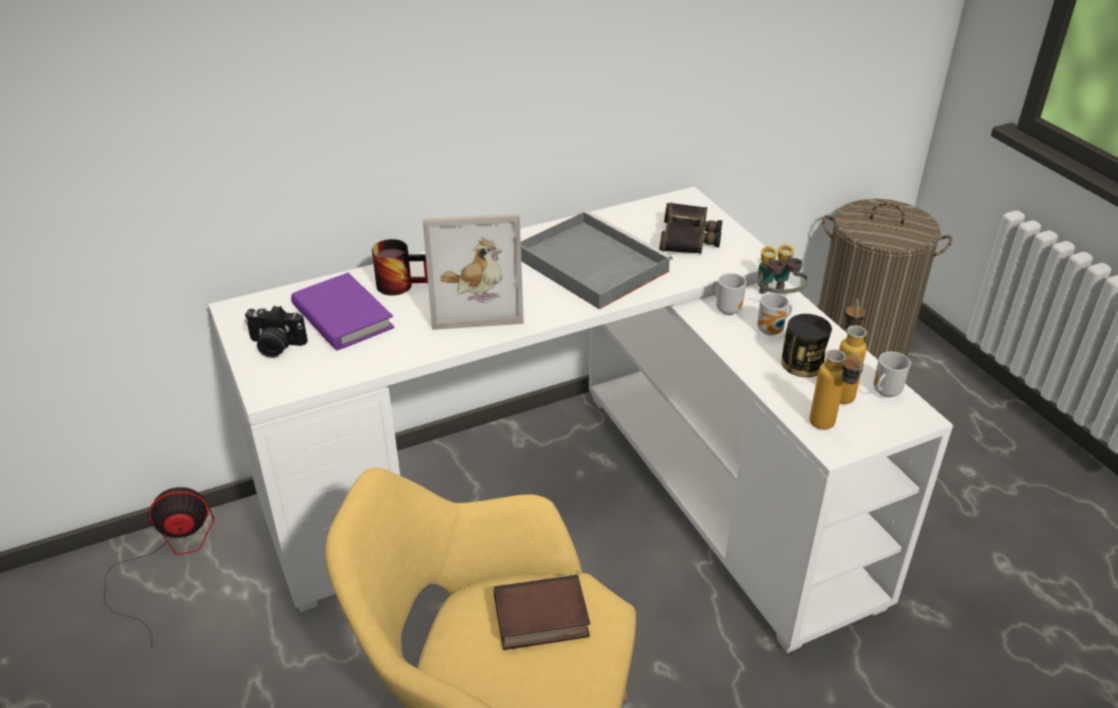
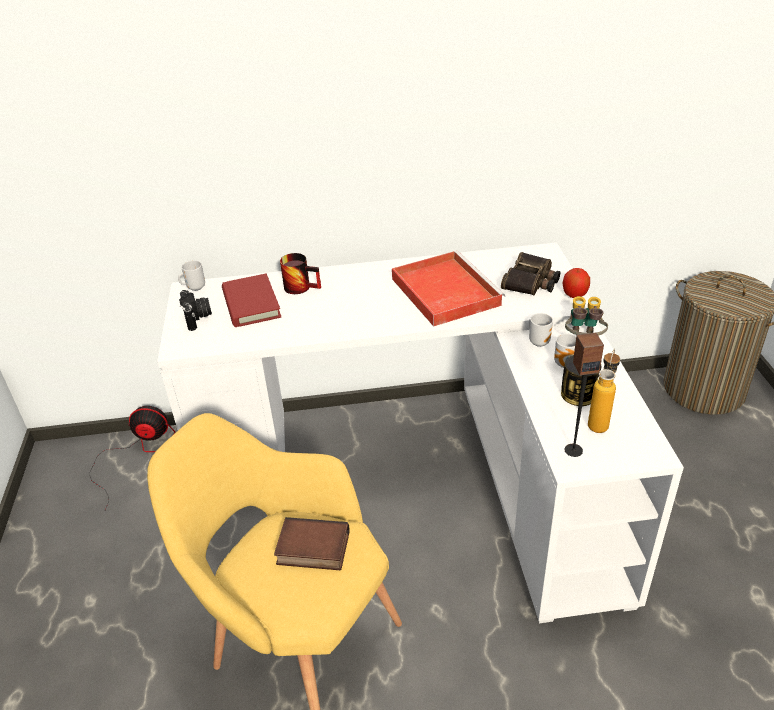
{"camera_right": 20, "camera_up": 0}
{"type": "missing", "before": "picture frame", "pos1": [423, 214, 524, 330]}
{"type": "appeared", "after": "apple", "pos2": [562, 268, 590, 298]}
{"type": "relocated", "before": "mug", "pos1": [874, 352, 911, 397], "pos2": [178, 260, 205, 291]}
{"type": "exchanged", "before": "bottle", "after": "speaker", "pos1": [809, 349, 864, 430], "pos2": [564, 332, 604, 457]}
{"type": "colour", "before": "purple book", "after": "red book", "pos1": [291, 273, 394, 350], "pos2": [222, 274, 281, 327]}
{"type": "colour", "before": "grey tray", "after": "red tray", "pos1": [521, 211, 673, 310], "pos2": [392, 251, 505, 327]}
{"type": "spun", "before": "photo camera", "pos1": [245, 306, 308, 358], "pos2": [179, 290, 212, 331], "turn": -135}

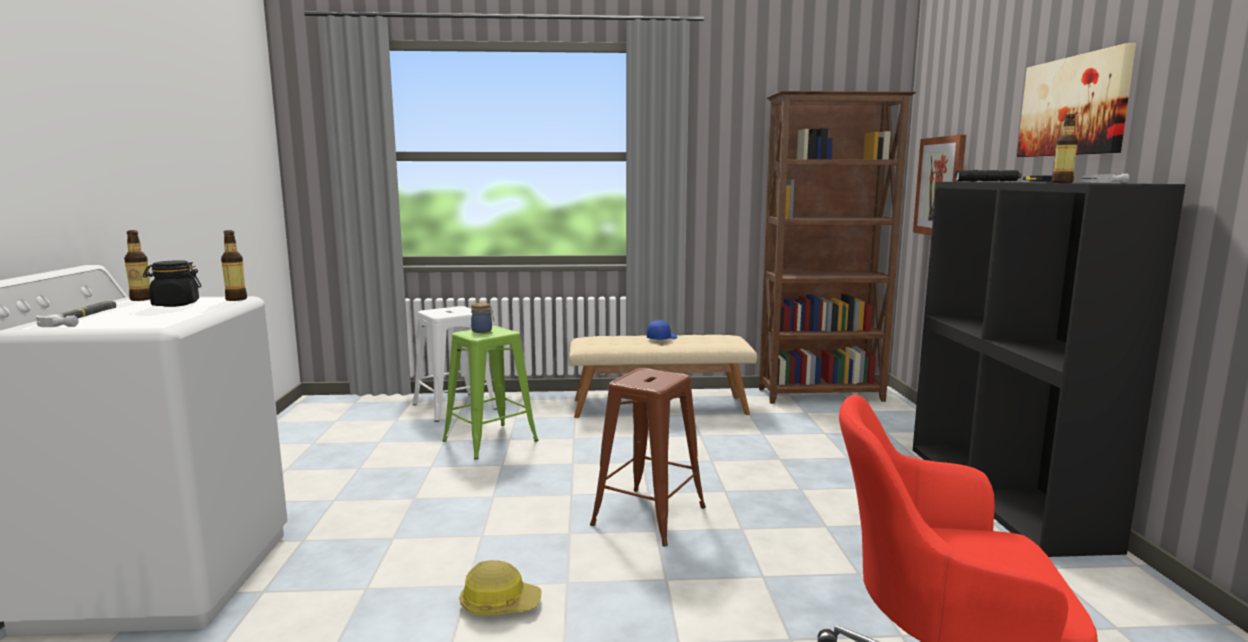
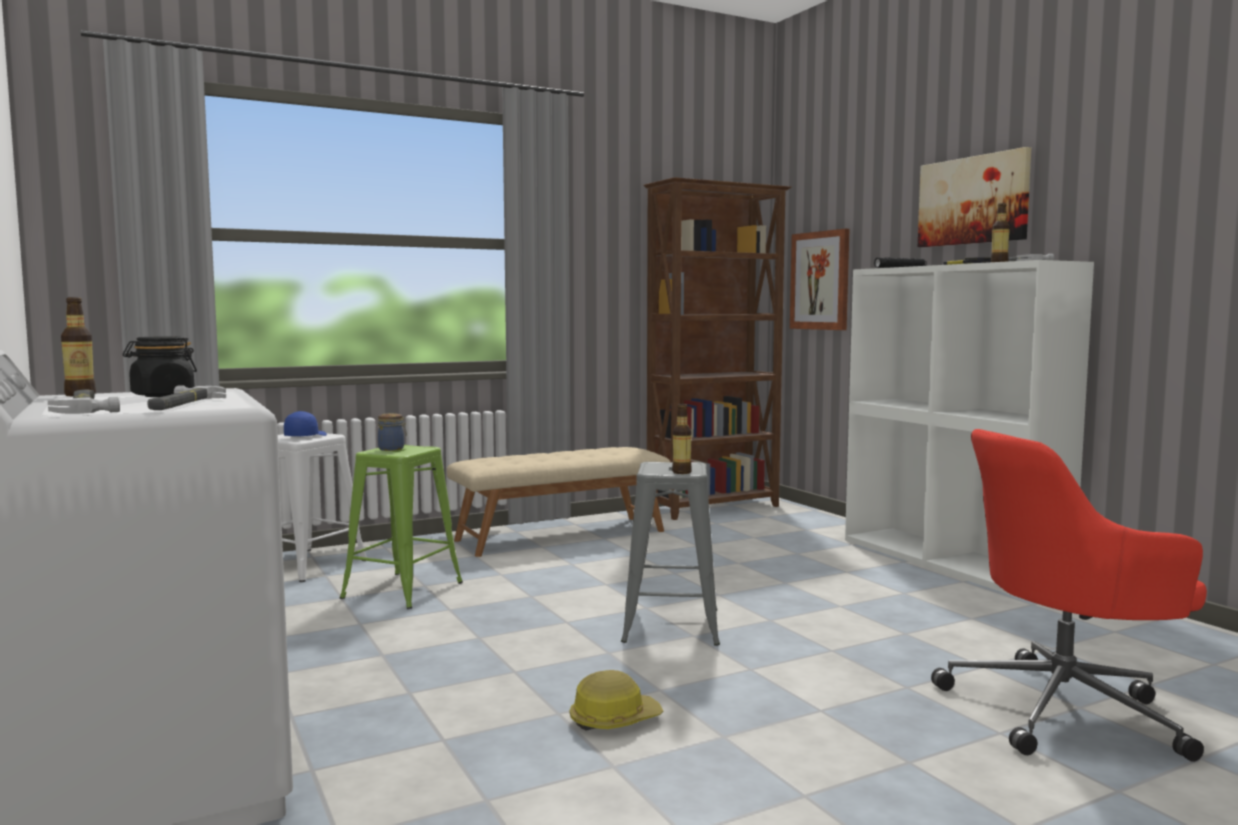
{"camera_right": -25, "camera_up": -5}
{"type": "appeared", "after": "hammer", "pos2": [147, 386, 226, 410]}
{"type": "relocated", "before": "bottle", "pos1": [221, 230, 247, 301], "pos2": [672, 404, 692, 474]}
{"type": "relocated", "before": "blue cap", "pos1": [647, 320, 677, 340], "pos2": [284, 411, 327, 436]}
{"type": "colour", "before": "brown stool", "after": "grey stool", "pos1": [590, 368, 706, 547], "pos2": [621, 462, 720, 646]}
{"type": "colour", "before": "black bookcase", "after": "white bookcase", "pos1": [913, 182, 1186, 557], "pos2": [845, 260, 1094, 598]}

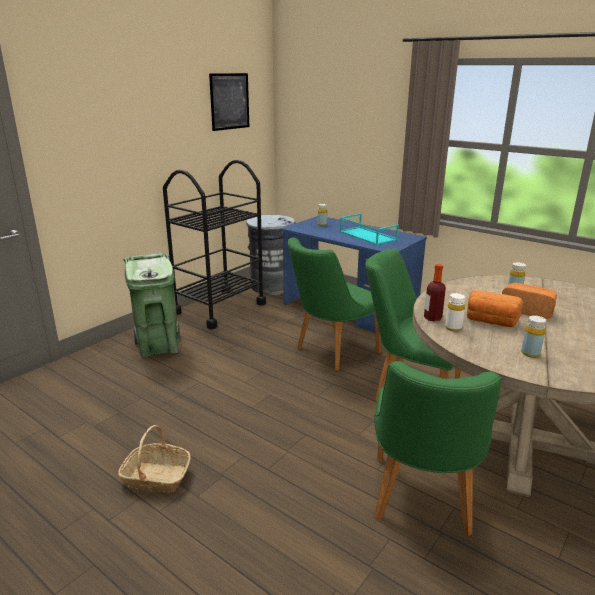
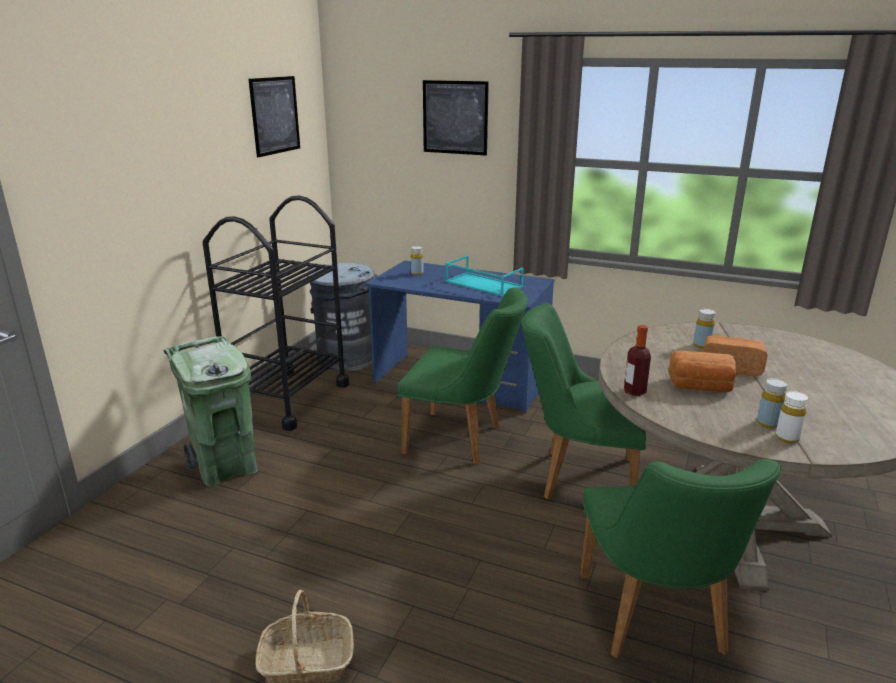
{"camera_right": -15, "camera_up": 0}
{"type": "appeared", "after": "picture", "pos2": [423, 80, 489, 155]}
{"type": "relocated", "before": "white bottle", "pos1": [445, 293, 465, 332], "pos2": [776, 391, 808, 443]}
{"type": "spun", "before": "green chair", "pos1": [288, 237, 382, 370], "pos2": [398, 287, 528, 465], "turn": -105}

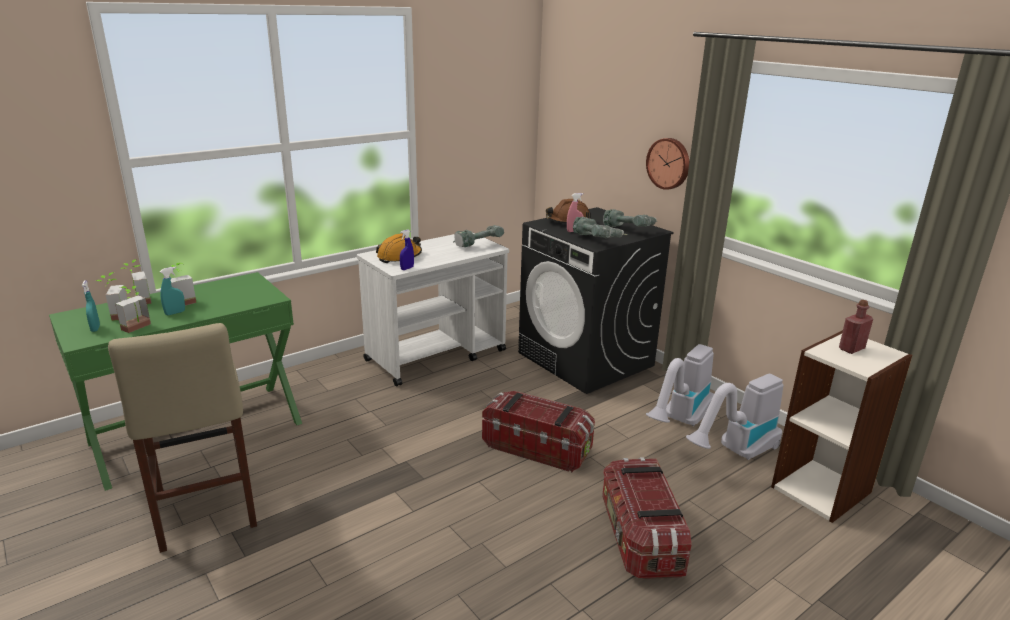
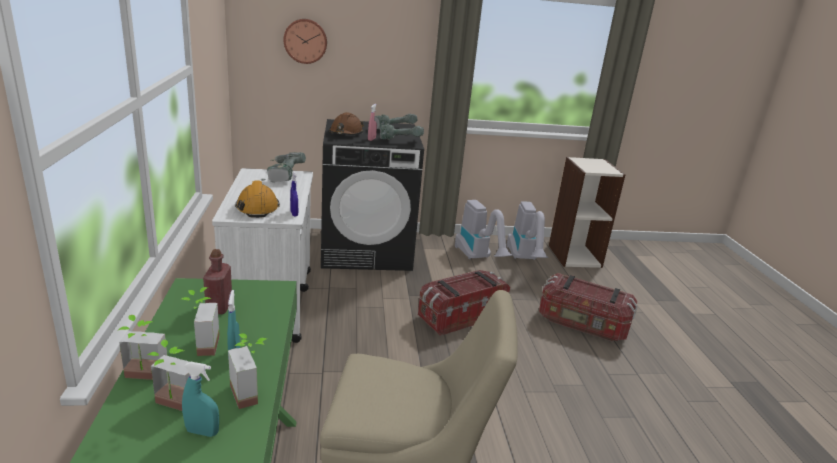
{"camera_right": -60, "camera_up": 0}
{"type": "relocated", "before": "wall clock", "pos1": [646, 138, 689, 190], "pos2": [284, 19, 327, 64]}
{"type": "relocated", "before": "red bottle", "pos1": [839, 300, 873, 354], "pos2": [203, 249, 232, 314]}

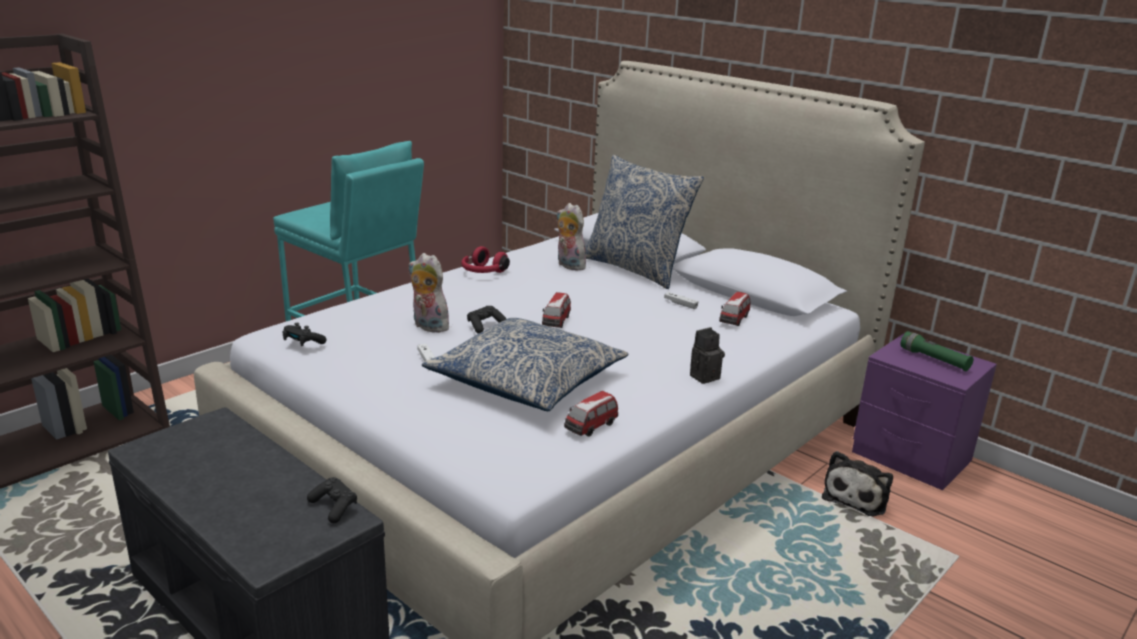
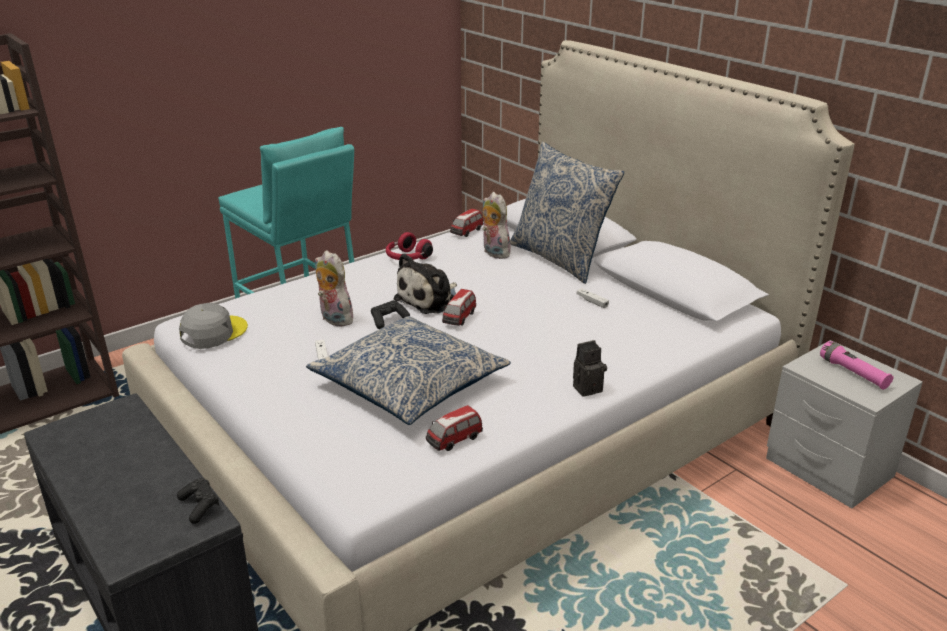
{"camera_right": 10, "camera_up": 5}
{"type": "relocated", "before": "toy car", "pos1": [719, 292, 751, 326], "pos2": [450, 208, 483, 237]}
{"type": "relocated", "before": "plush toy", "pos1": [822, 451, 893, 516], "pos2": [393, 253, 457, 314]}
{"type": "exchanged", "before": "black game controller", "after": "grey cap", "pos1": [282, 323, 327, 346], "pos2": [179, 303, 248, 349]}
{"type": "colour", "before": "purple nightstand", "after": "grey nightstand", "pos1": [852, 334, 997, 490], "pos2": [766, 340, 923, 508]}
{"type": "colour", "before": "green flashlight", "after": "pink flashlight", "pos1": [900, 331, 974, 371], "pos2": [820, 341, 894, 390]}

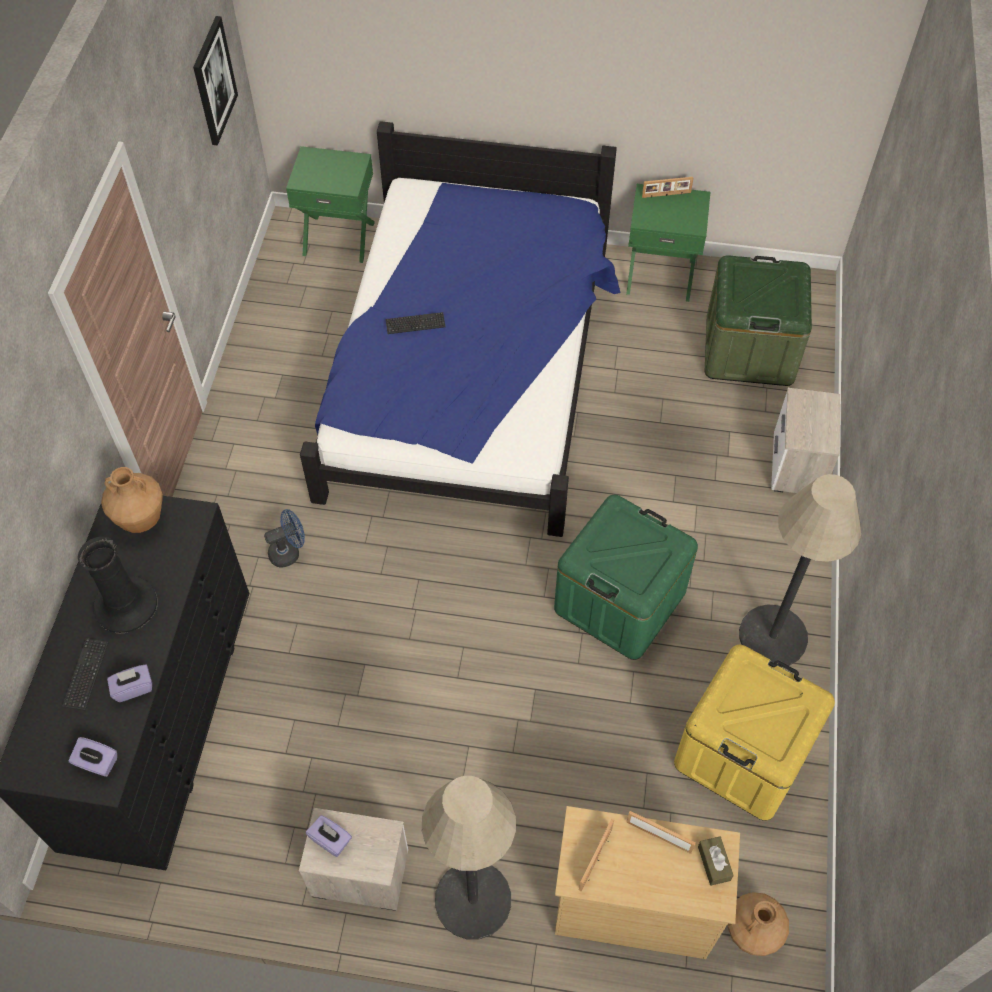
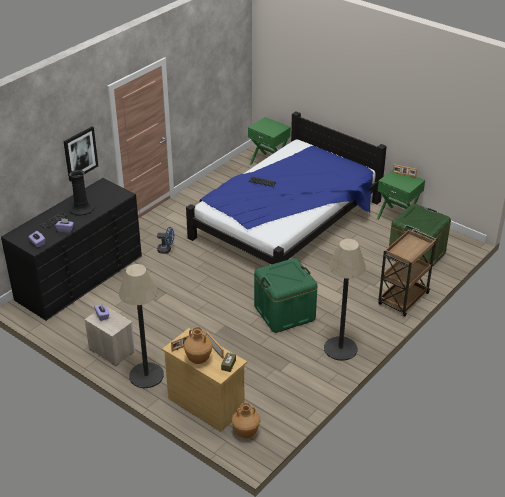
{"camera_right": 30, "camera_up": -20}
{"type": "missing", "before": "yellow storage box", "pos1": [674, 645, 835, 821]}
{"type": "relocated", "before": "brown vase", "pos1": [101, 467, 163, 533], "pos2": [183, 327, 213, 364]}
{"type": "relocated", "before": "picture", "pos1": [193, 16, 238, 145], "pos2": [63, 127, 98, 182]}
{"type": "exchanged", "before": "nightstand", "after": "brown cart", "pos1": [771, 388, 840, 493], "pos2": [378, 229, 436, 317]}

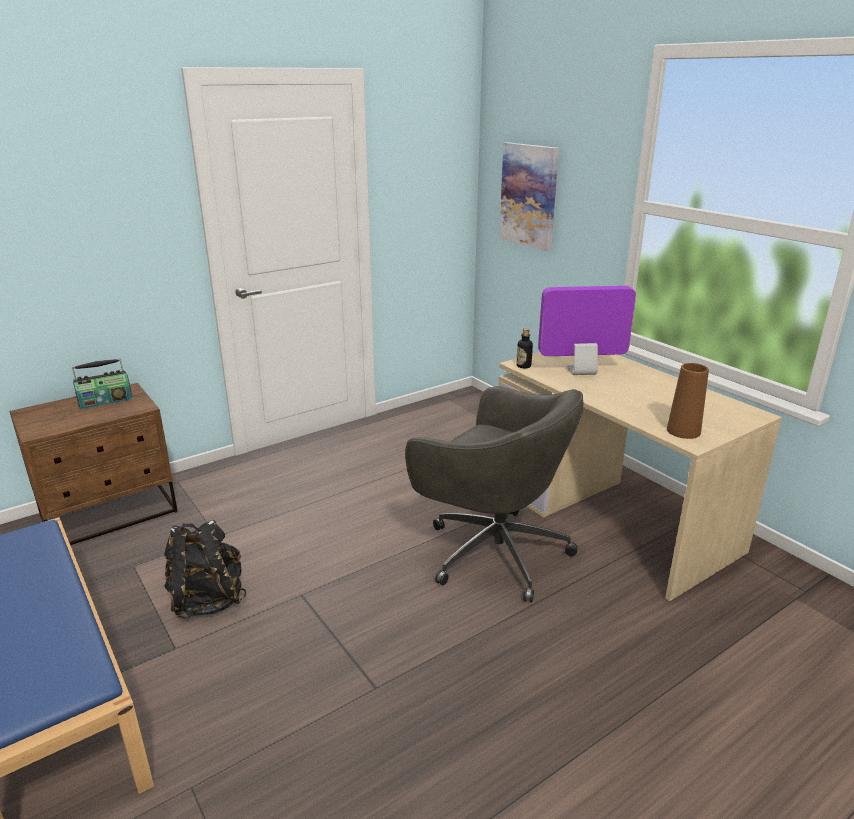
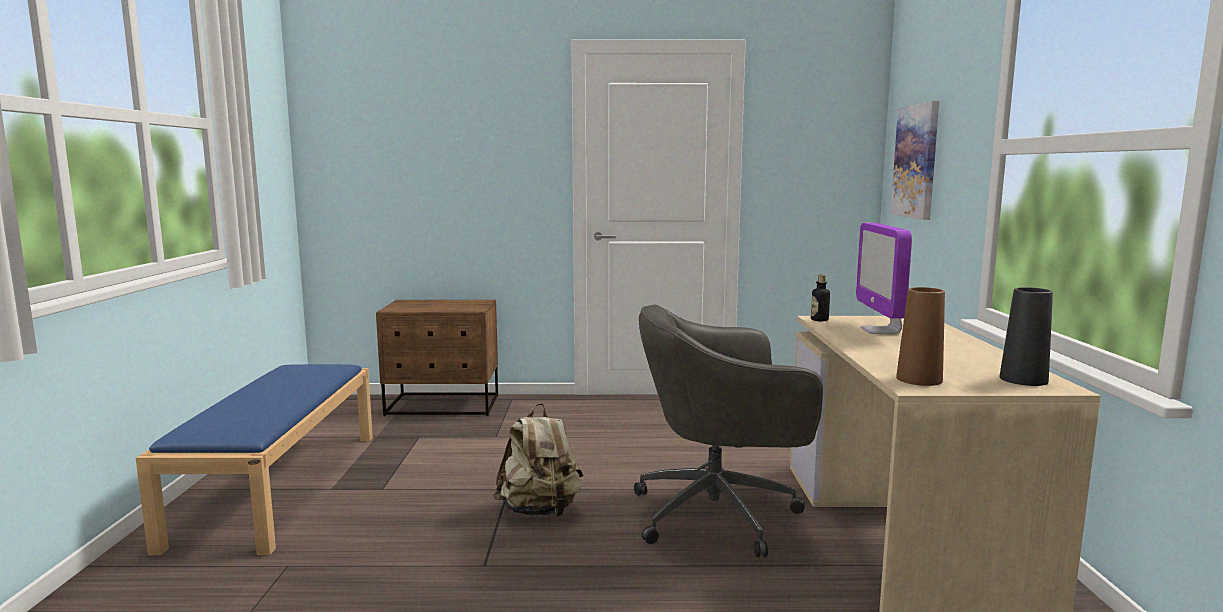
{"camera_right": 35, "camera_up": -15}
{"type": "missing", "before": "radio", "pos1": [72, 359, 132, 409]}
{"type": "missing", "before": "black backpack", "pos1": [164, 520, 247, 619]}
{"type": "appeared", "after": "beige backpack", "pos2": [493, 403, 583, 517]}
{"type": "appeared", "after": "black vase", "pos2": [999, 287, 1053, 386]}
{"type": "spun", "before": "grey office chair", "pos1": [405, 386, 583, 603], "pos2": [634, 305, 823, 557], "turn": 105}
{"type": "spun", "before": "monitor", "pos1": [538, 286, 636, 375], "pos2": [856, 223, 912, 334], "turn": -120}

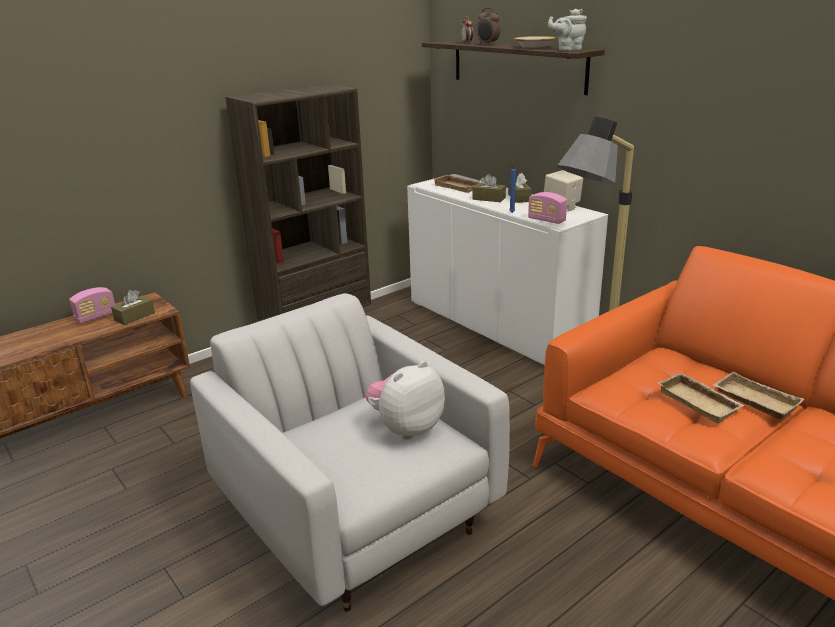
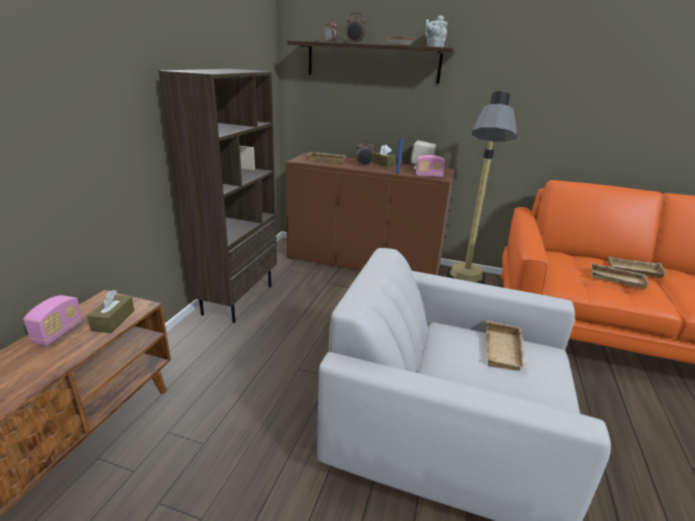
{"camera_right": -35, "camera_up": 0}
{"type": "exchanged", "before": "plush toy", "after": "beige tray", "pos1": [365, 361, 445, 440], "pos2": [486, 320, 527, 371]}
{"type": "exchanged", "before": "brown tissue box", "after": "alarm clock", "pos1": [472, 174, 506, 202], "pos2": [356, 140, 375, 167]}
{"type": "colour", "before": "white cabinet", "after": "brown cabinet", "pos1": [407, 174, 608, 365], "pos2": [286, 152, 455, 275]}

